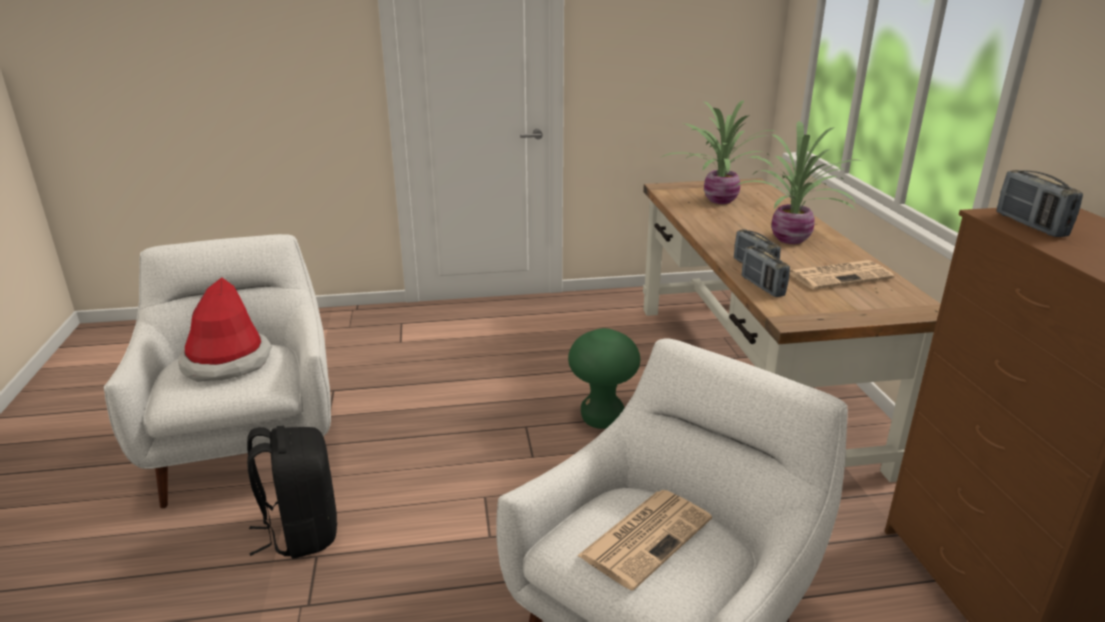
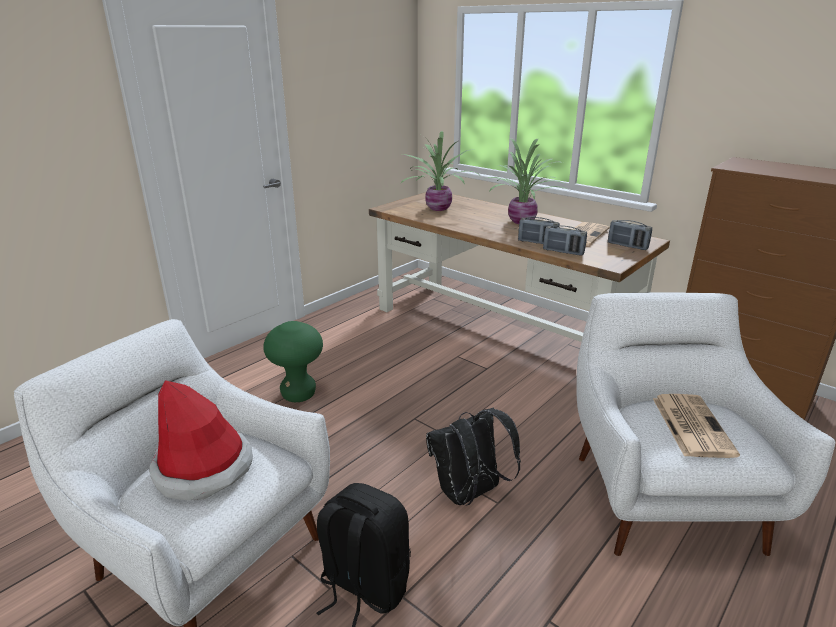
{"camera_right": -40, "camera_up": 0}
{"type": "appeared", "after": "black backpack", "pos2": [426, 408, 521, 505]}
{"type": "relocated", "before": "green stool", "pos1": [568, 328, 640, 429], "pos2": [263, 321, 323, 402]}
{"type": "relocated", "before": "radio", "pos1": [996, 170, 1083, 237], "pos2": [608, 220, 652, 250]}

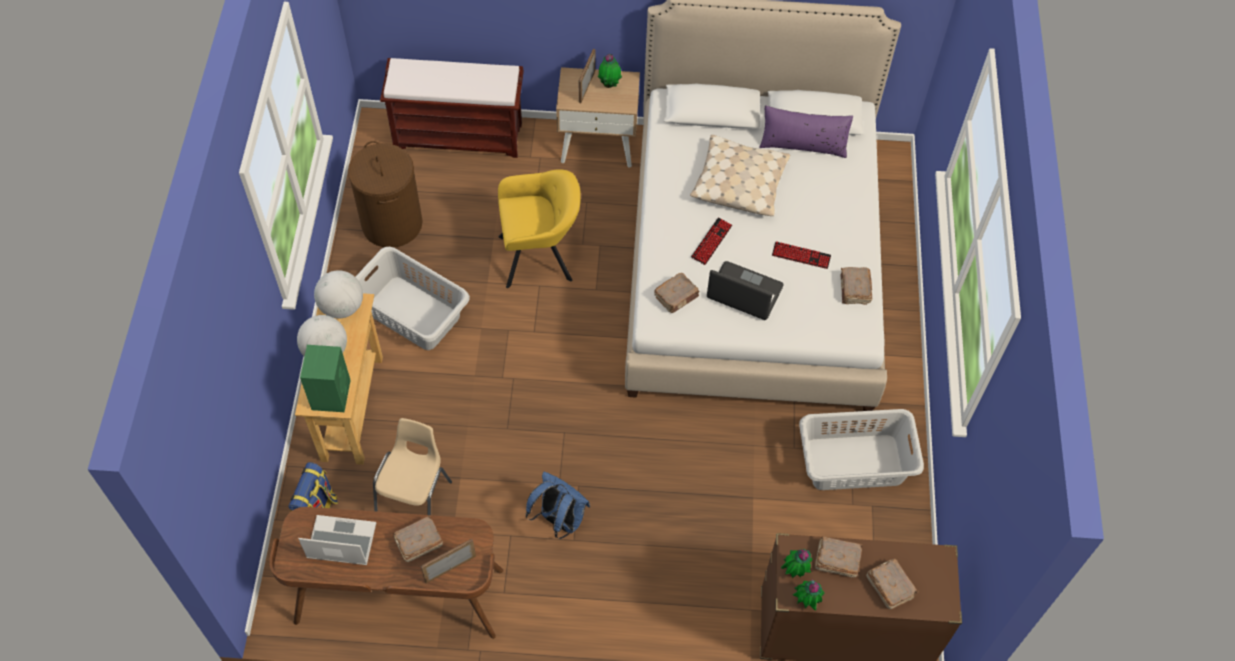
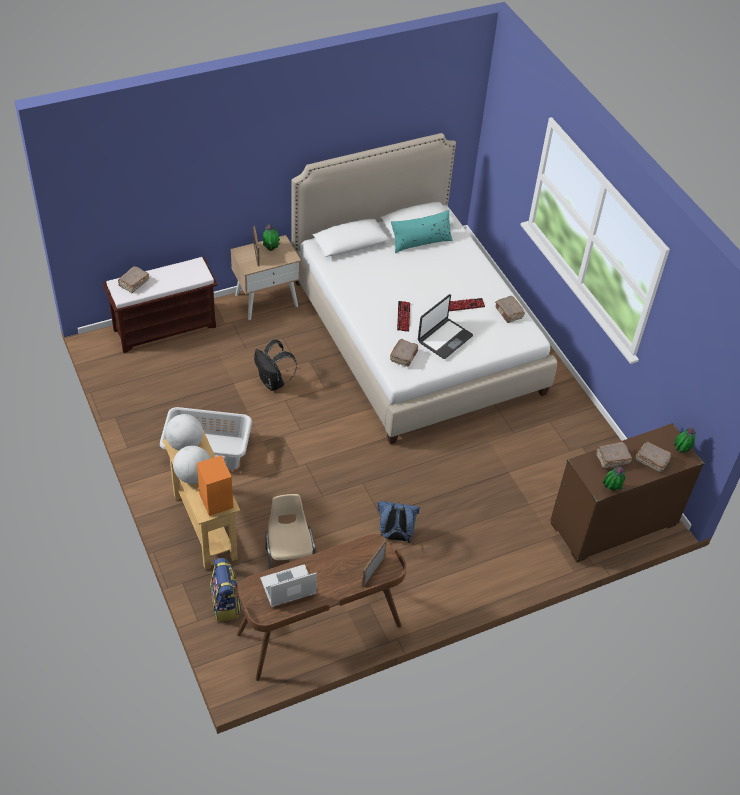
{"camera_right": -30, "camera_up": -10}
{"type": "missing", "before": "brown laundry basket", "pos1": [348, 141, 423, 247]}
{"type": "missing", "before": "beige pillow", "pos1": [690, 135, 790, 216]}
{"type": "missing", "before": "grey laundry basket", "pos1": [799, 409, 924, 490]}
{"type": "relocated", "before": "brown book", "pos1": [393, 515, 443, 562], "pos2": [118, 266, 150, 293]}
{"type": "relocated", "before": "potted plant", "pos1": [781, 549, 812, 578], "pos2": [674, 428, 696, 453]}
{"type": "exchanged", "before": "yellow armchair", "after": "black backpack", "pos1": [498, 169, 581, 288], "pos2": [254, 340, 297, 391]}
{"type": "colour", "before": "green speaker", "after": "orange speaker", "pos1": [300, 345, 351, 412], "pos2": [197, 455, 233, 516]}
{"type": "colour", "before": "purple pillow", "after": "turquoise pillow", "pos1": [759, 105, 853, 158], "pos2": [391, 210, 453, 253]}
{"type": "spun", "before": "laptop", "pos1": [707, 261, 784, 320], "pos2": [418, 294, 473, 359], "turn": 135}

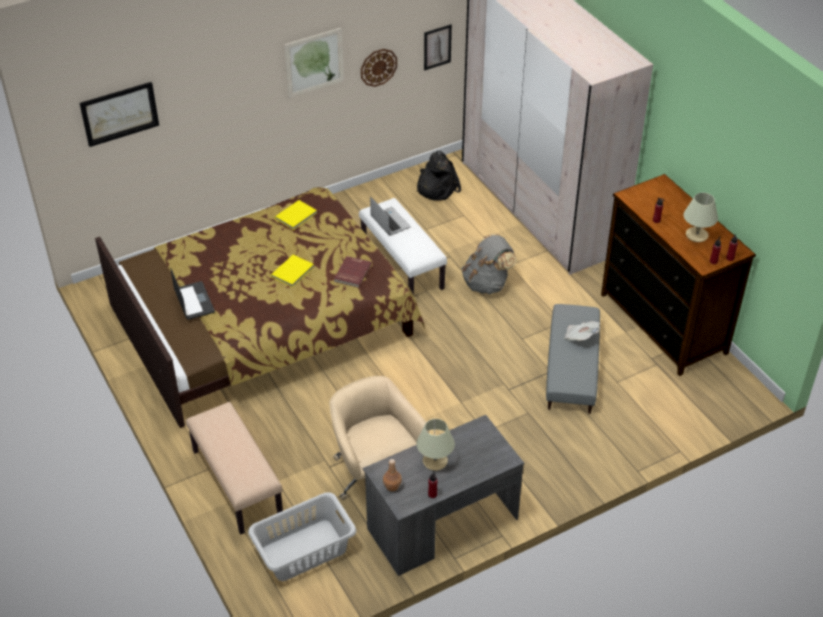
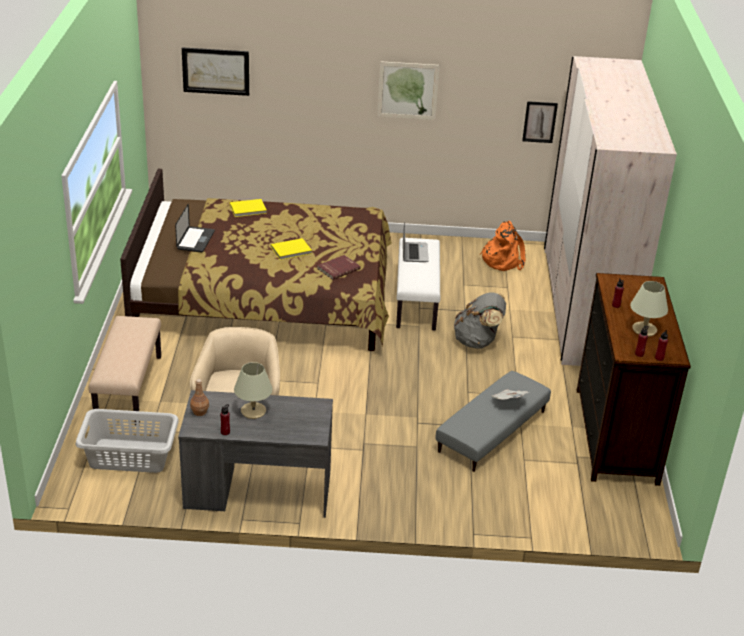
{"camera_right": 30, "camera_up": -10}
{"type": "missing", "before": "wall clock", "pos1": [361, 49, 397, 87]}
{"type": "relocated", "before": "yellow book", "pos1": [275, 200, 317, 230], "pos2": [230, 199, 267, 217]}
{"type": "colour", "before": "black backpack", "after": "orange backpack", "pos1": [416, 151, 461, 201], "pos2": [479, 221, 526, 271]}

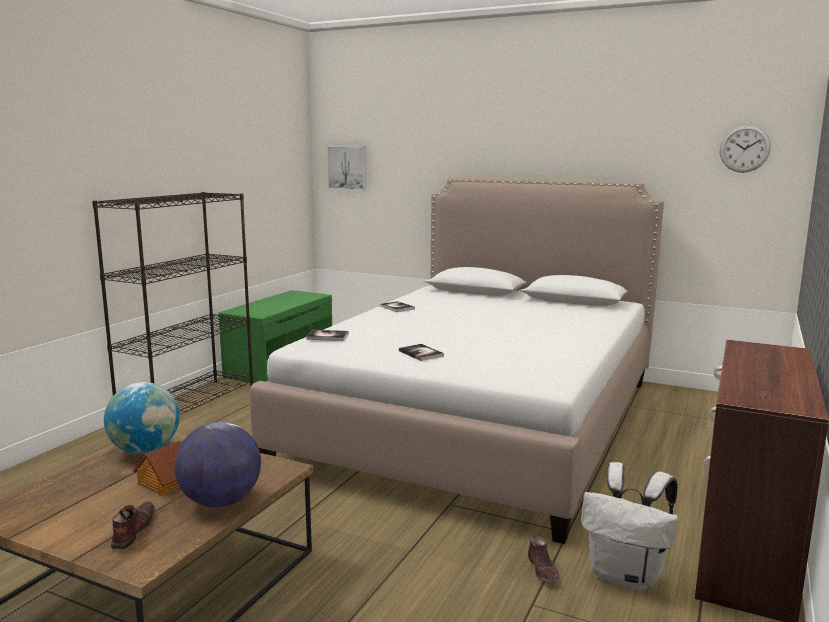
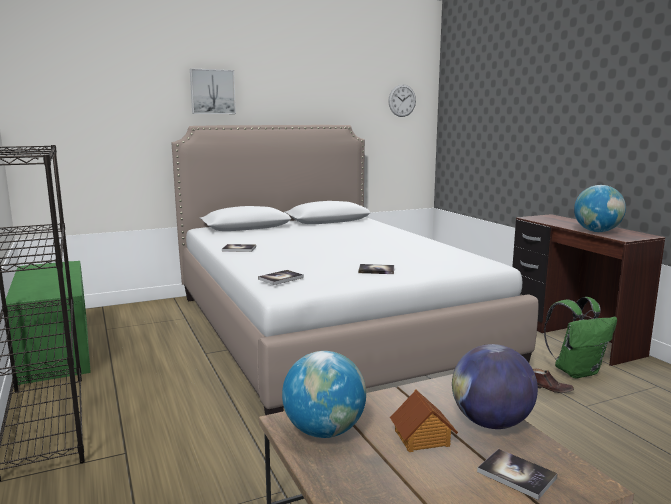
{"camera_right": -50, "camera_up": 0}
{"type": "appeared", "after": "globe", "pos2": [574, 185, 626, 232]}
{"type": "relocated", "before": "picture", "pos1": [327, 147, 366, 190], "pos2": [190, 69, 236, 114]}
{"type": "exchanged", "before": "brown shoe", "after": "book", "pos1": [111, 501, 156, 550], "pos2": [477, 449, 558, 500]}
{"type": "colour", "before": "white backpack", "after": "green backpack", "pos1": [581, 462, 678, 592], "pos2": [544, 297, 617, 379]}

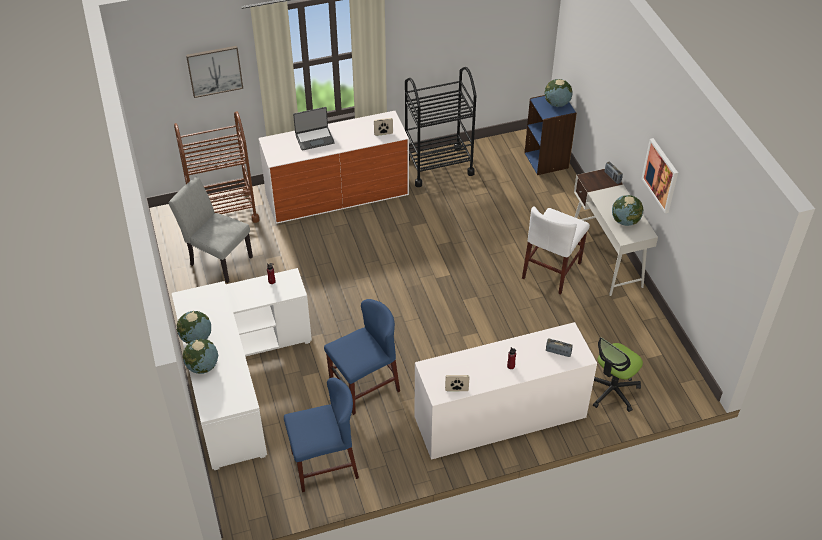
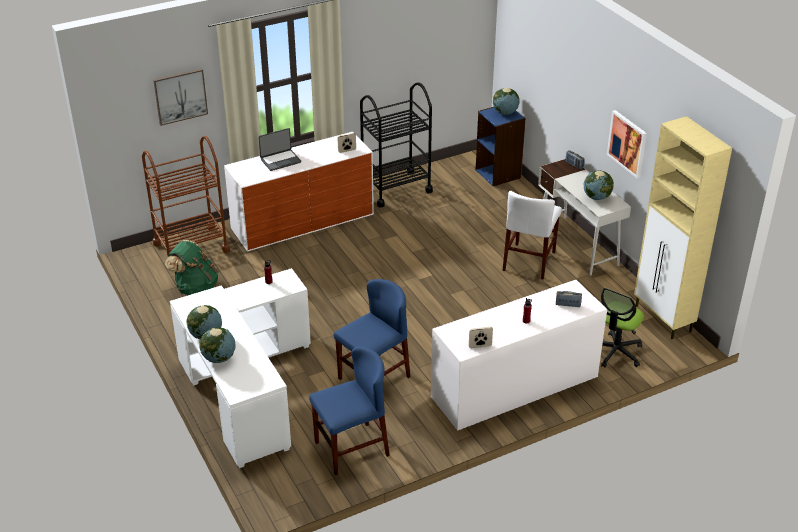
{"camera_right": -10, "camera_up": -10}
{"type": "appeared", "after": "beige cabinet", "pos2": [634, 116, 732, 339]}
{"type": "exchanged", "before": "grey chair", "after": "green backpack", "pos1": [169, 177, 253, 283], "pos2": [165, 240, 219, 295]}

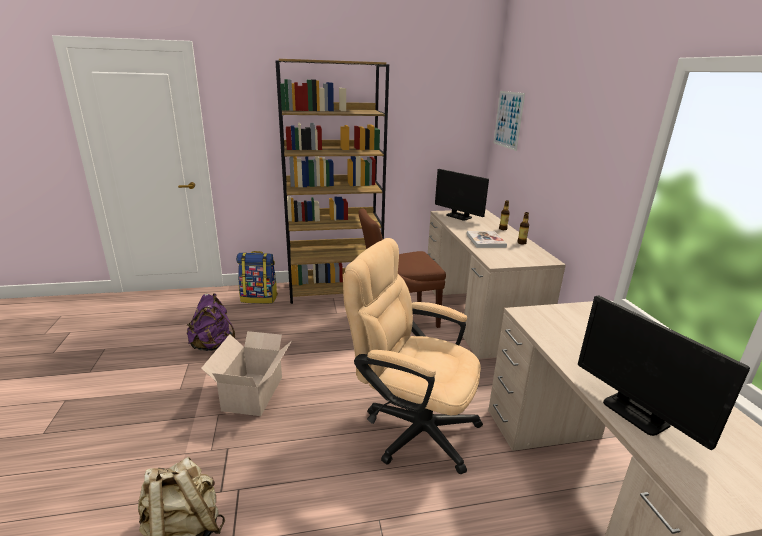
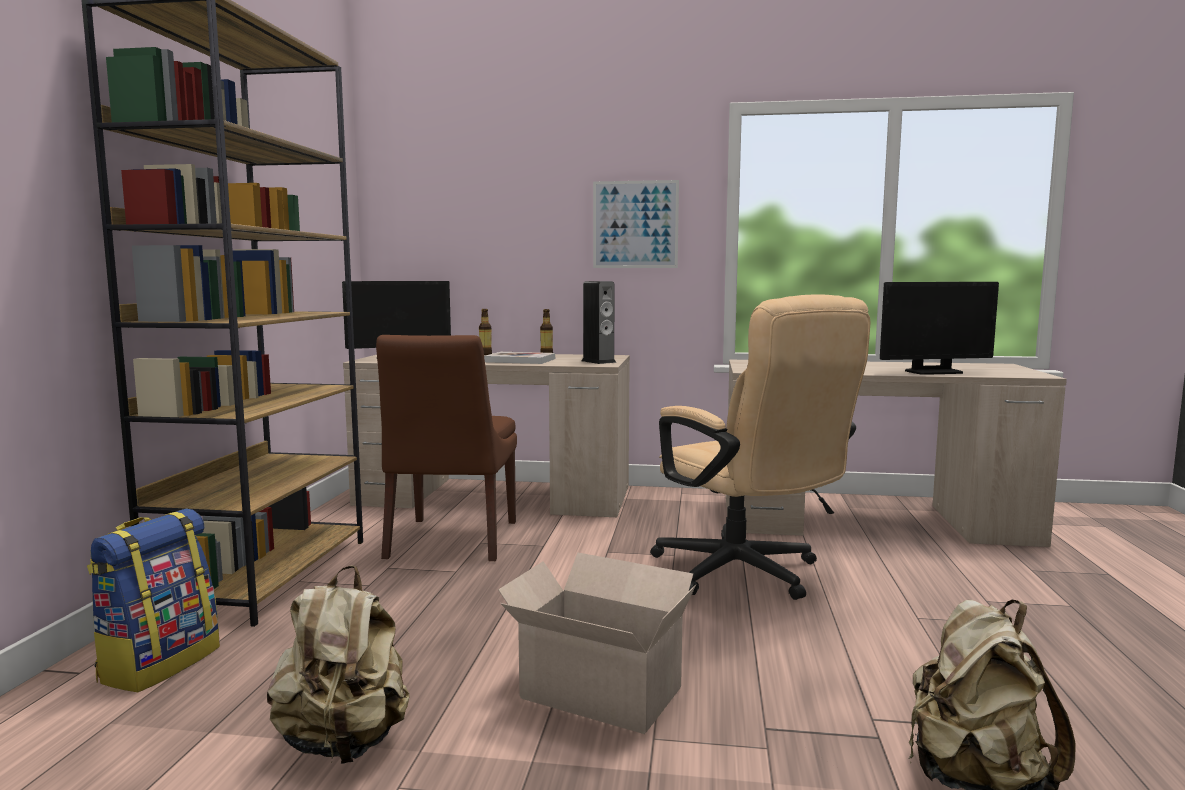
{"camera_right": -70, "camera_up": -15}
{"type": "appeared", "after": "speaker", "pos2": [582, 281, 616, 364]}
{"type": "relocated", "before": "picture", "pos1": [494, 91, 525, 151], "pos2": [593, 180, 679, 268]}
{"type": "colour", "before": "purple backpack", "after": "beige backpack", "pos1": [187, 293, 235, 351], "pos2": [267, 565, 410, 764]}
{"type": "spun", "before": "beige office chair", "pos1": [343, 238, 483, 475], "pos2": [650, 295, 871, 600], "turn": -75}

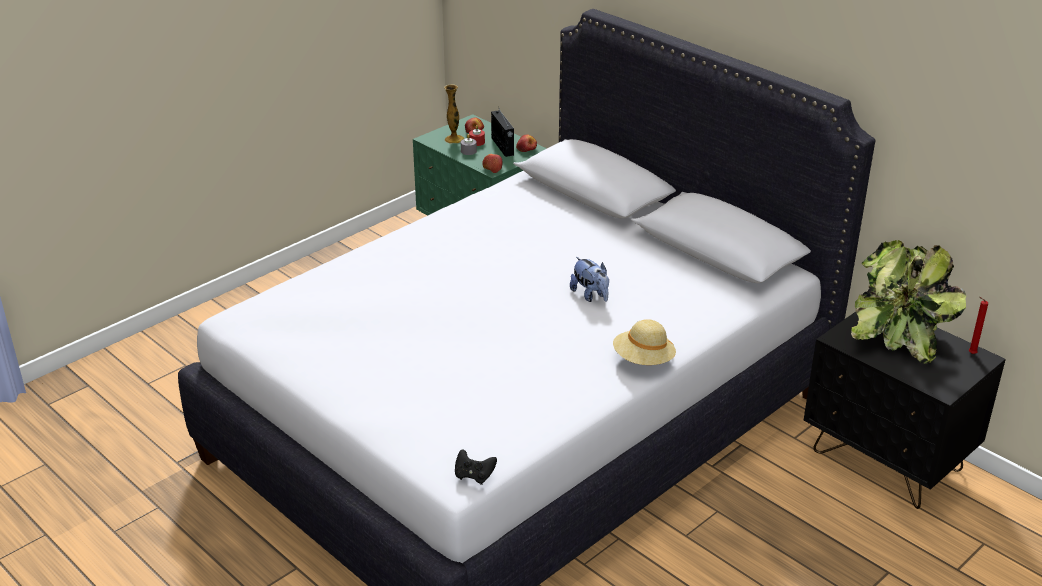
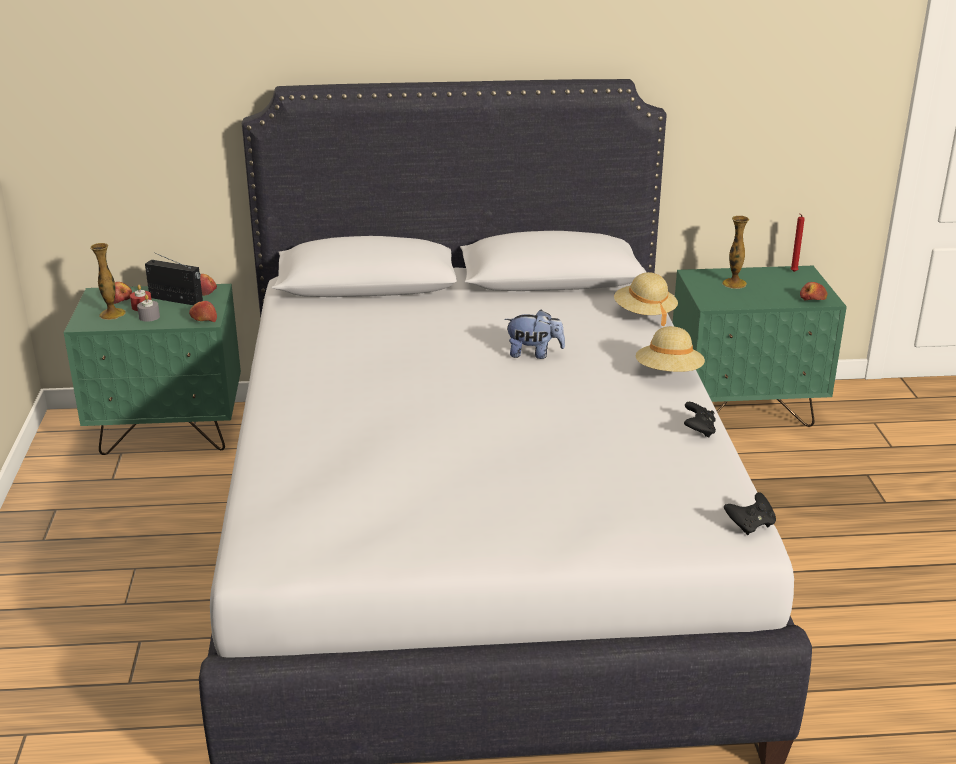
{"camera_right": -50, "camera_up": -5}
{"type": "appeared", "after": "beige hat", "pos2": [614, 272, 678, 326]}
{"type": "appeared", "after": "black game controller", "pos2": [684, 402, 716, 437]}
{"type": "appeared", "after": "apple", "pos2": [800, 282, 827, 300]}
{"type": "exchanged", "before": "potted plant", "after": "vase", "pos1": [851, 240, 966, 364], "pos2": [722, 216, 749, 289]}
{"type": "colour", "before": "black nightstand", "after": "green nightstand", "pos1": [803, 312, 1006, 509], "pos2": [673, 266, 847, 427]}

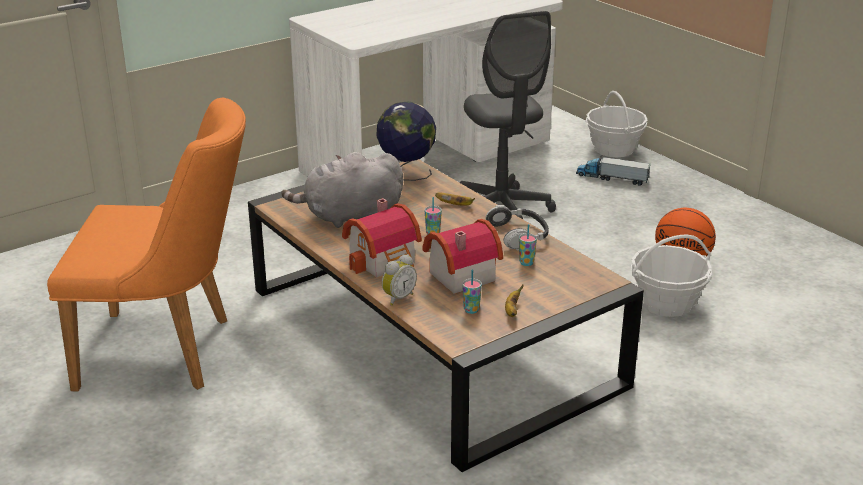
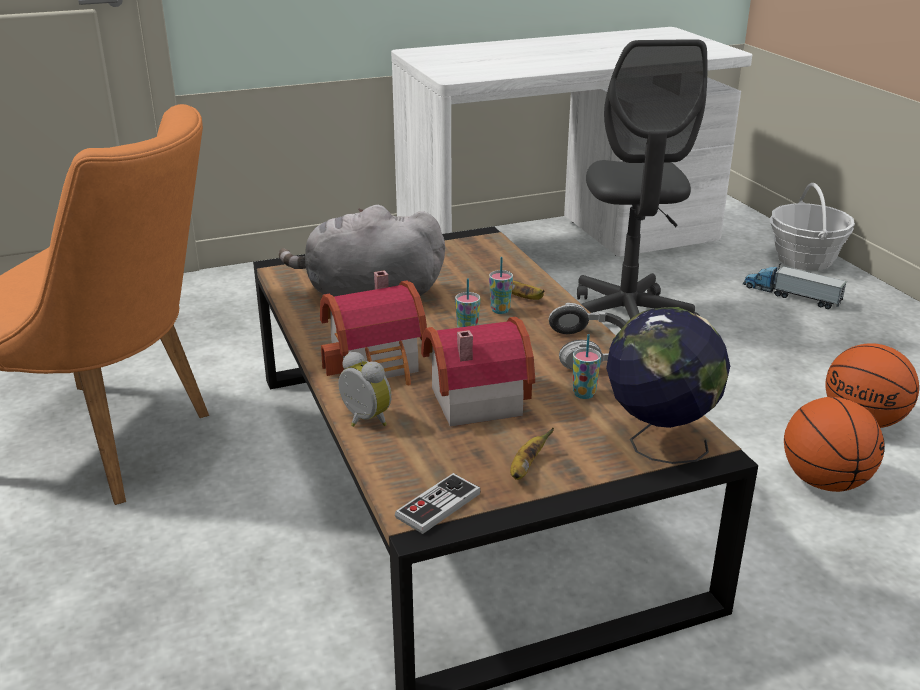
{"camera_right": 15, "camera_up": 0}
{"type": "appeared", "after": "game controller", "pos2": [395, 473, 481, 534]}
{"type": "relocated", "before": "globe", "pos1": [376, 101, 436, 181], "pos2": [606, 307, 730, 464]}
{"type": "relocated", "before": "cup", "pos1": [462, 269, 482, 314], "pos2": [489, 257, 513, 314]}
{"type": "exchanged", "before": "basket", "after": "basketball", "pos1": [631, 234, 712, 317], "pos2": [784, 397, 885, 492]}
{"type": "spun", "before": "alarm clock", "pos1": [382, 254, 417, 306], "pos2": [339, 351, 392, 427], "turn": -105}

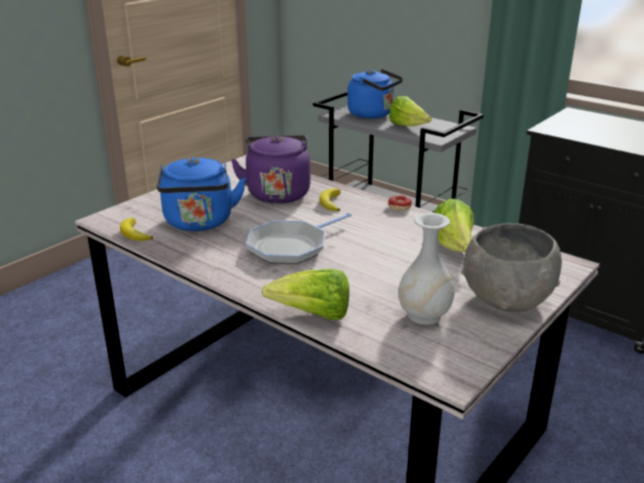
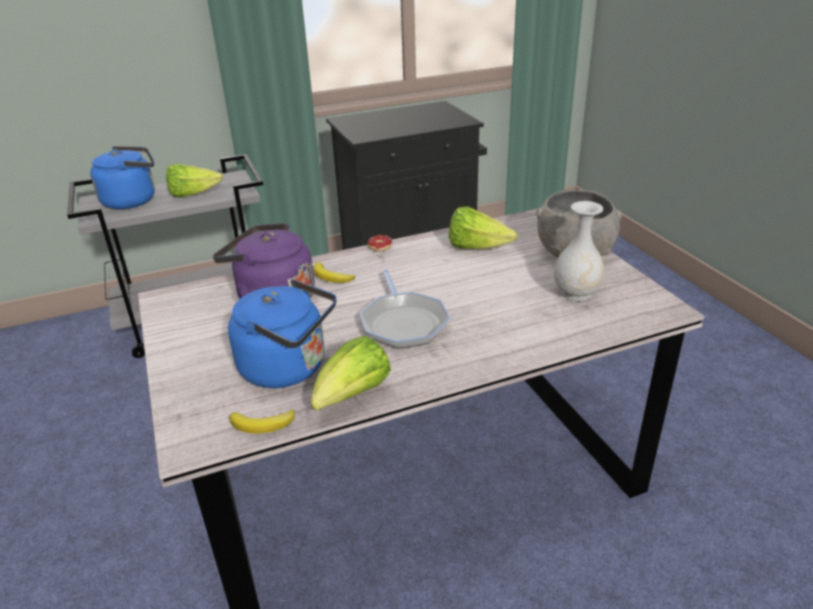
{"camera_right": -60, "camera_up": 5}
{"type": "relocated", "before": "lettuce", "pos1": [261, 269, 349, 320], "pos2": [311, 336, 391, 411]}

